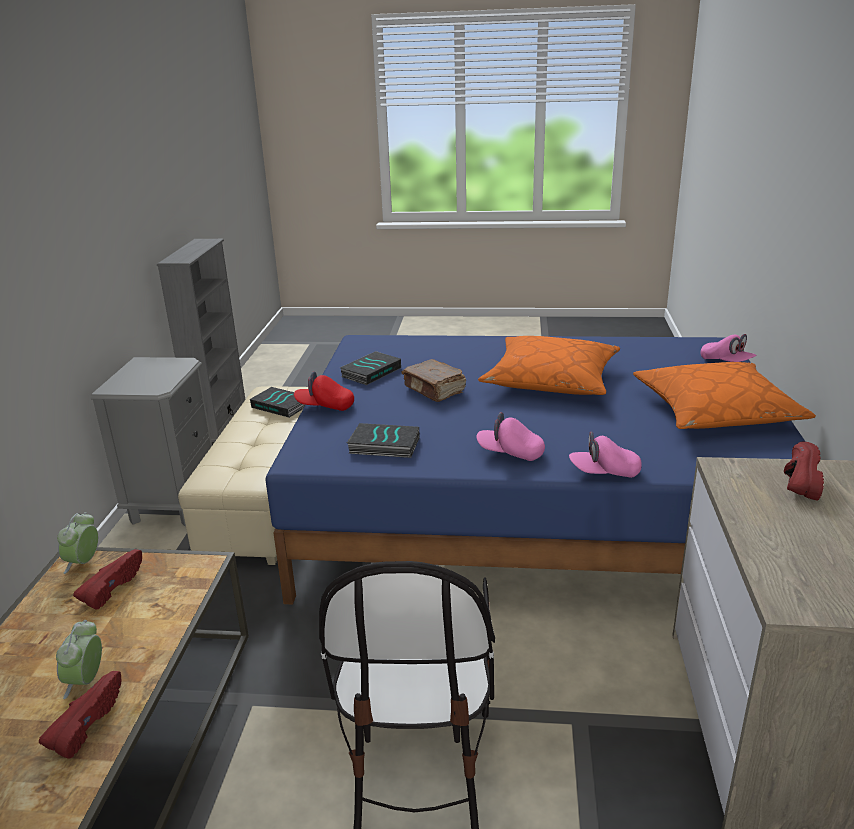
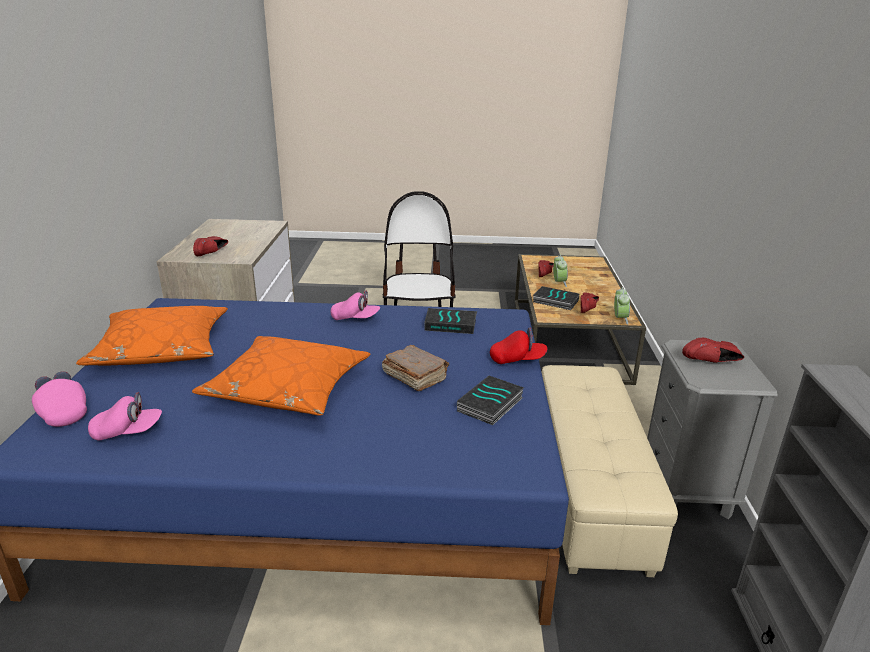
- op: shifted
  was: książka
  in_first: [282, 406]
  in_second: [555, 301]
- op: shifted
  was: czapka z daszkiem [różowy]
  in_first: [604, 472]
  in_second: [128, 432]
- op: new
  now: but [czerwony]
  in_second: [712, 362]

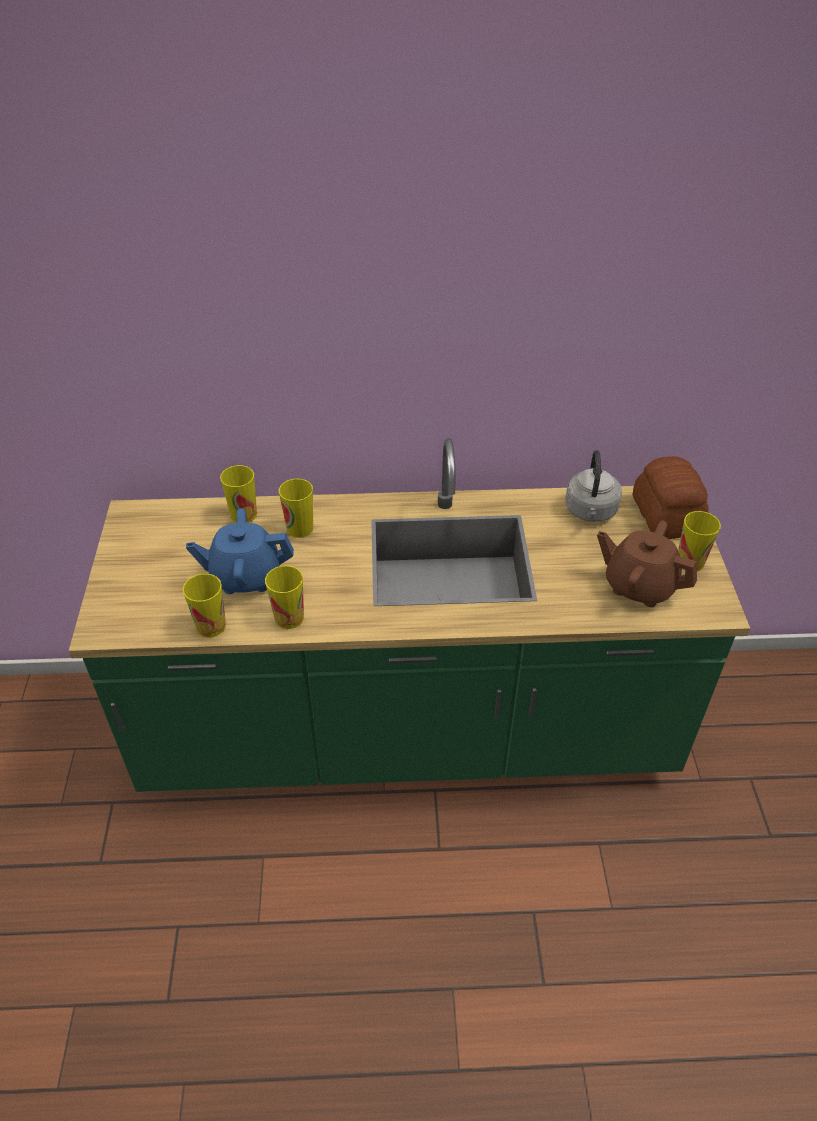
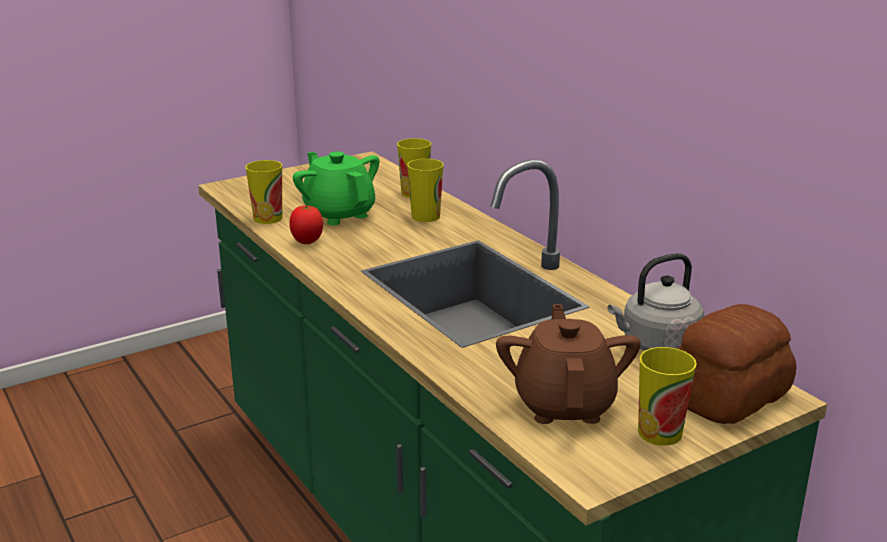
- op: repainted
  was: imbryk [niebieski]
  now: imbryk [zielony]
  in_first: [245, 576]
  in_second: [339, 214]
- op: swapped
  was: filiżanka
  now: pomidor
  in_first: [289, 618]
  in_second: [307, 242]

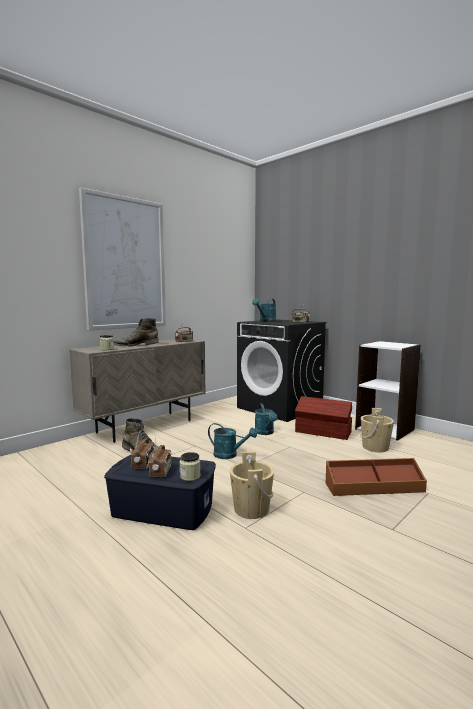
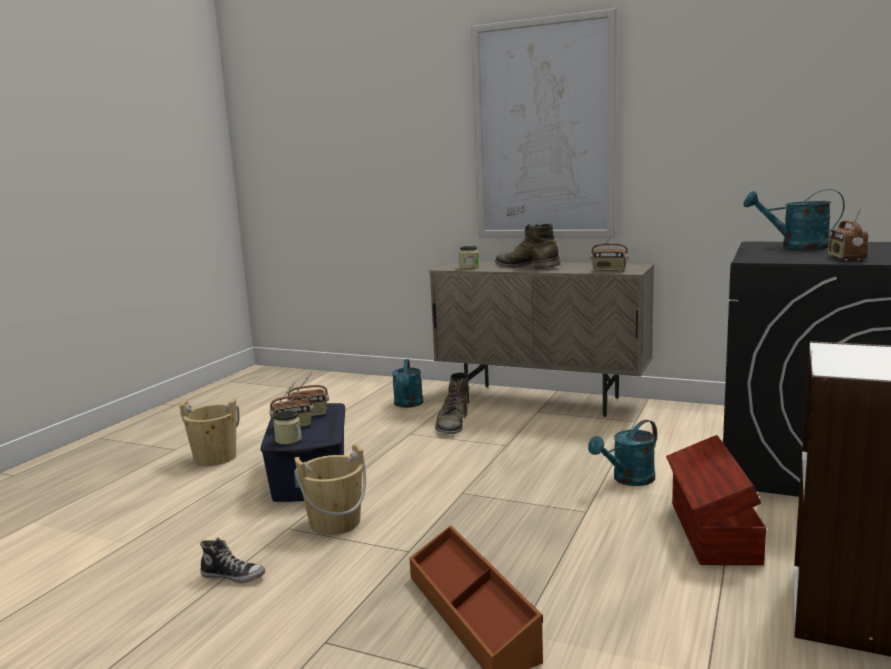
- op: shifted
  was: wiadro [beżowy]
  in_first: [375, 447]
  in_second: [215, 457]
- op: shifted
  was: konewka [turkusowy]
  in_first: [229, 455]
  in_second: [408, 404]
- op: new
  now: but
  in_second: [233, 576]

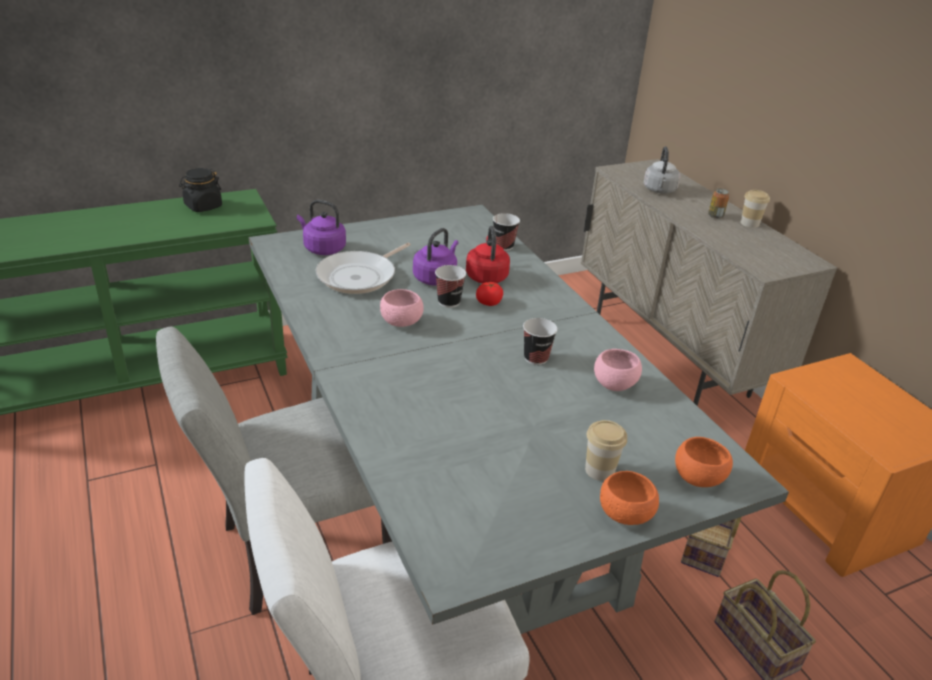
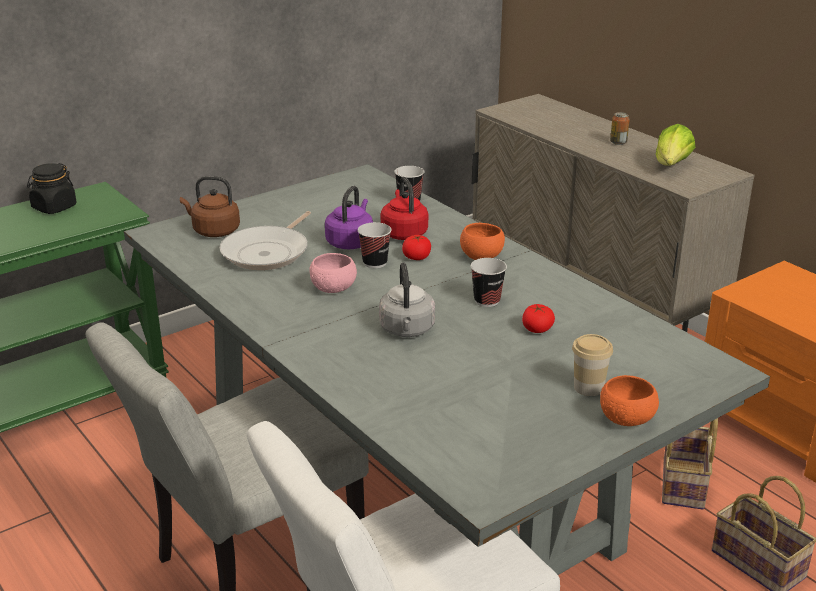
- op: shifted
  was: czajnik [szary]
  in_first: [659, 190]
  in_second: [407, 330]
- op: gone
  was: filiżanka
  in_first: [749, 223]
- op: repainted
  was: czajnik [fioletowy]
  now: czajnik [brązowy]
  in_first: [322, 248]
  in_second: [213, 231]
- op: gone
  was: miska [różowy]
  in_first: [614, 385]
- op: shifted
  was: miska [pomarańczowy]
  in_first: [698, 479]
  in_second: [481, 257]
- op: new
  now: sałata
  in_second: [671, 166]
- op: new
  now: pomidor
  in_second: [537, 329]

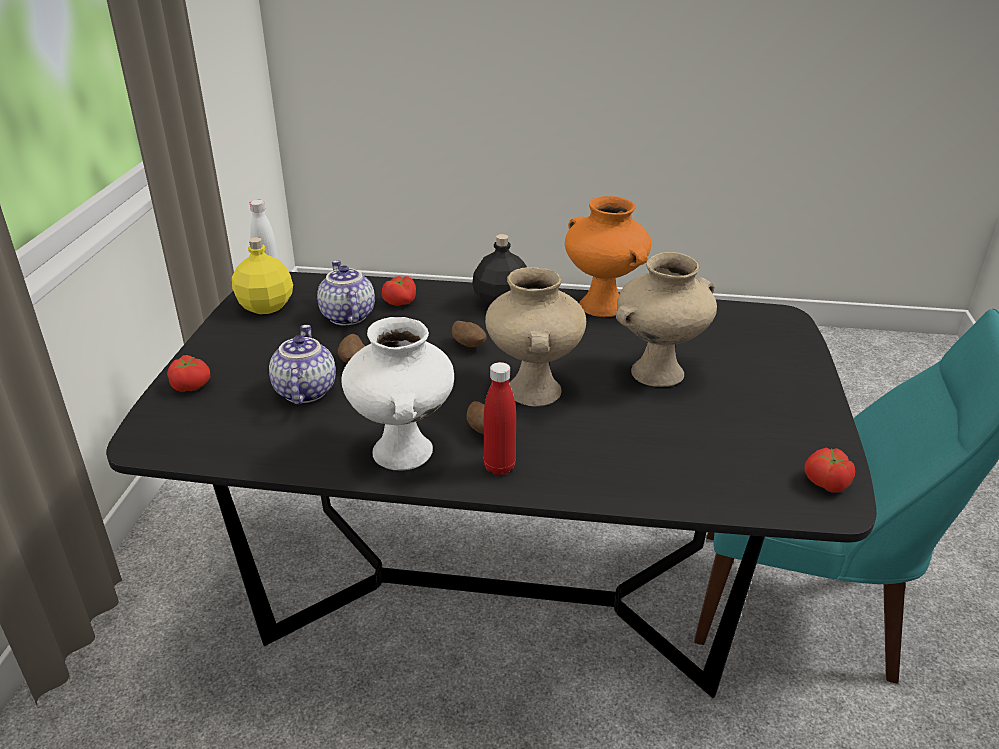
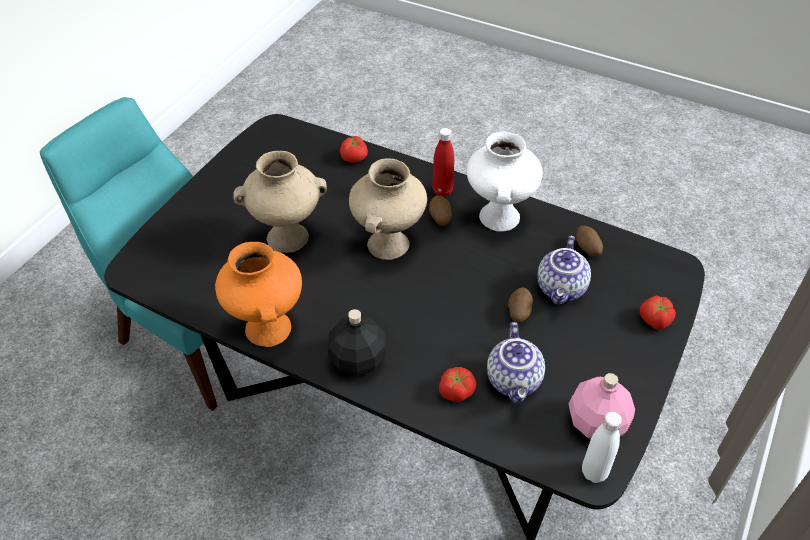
- op: repainted
  was: butelka [żółty]
  now: butelka [różowy]
  in_first: [265, 306]
  in_second: [597, 423]
- op: shifted
  was: ziemniak
  in_first: [469, 346]
  in_second: [587, 249]
- op: shifted
  was: pomidor
  in_first: [826, 482]
  in_second: [354, 157]

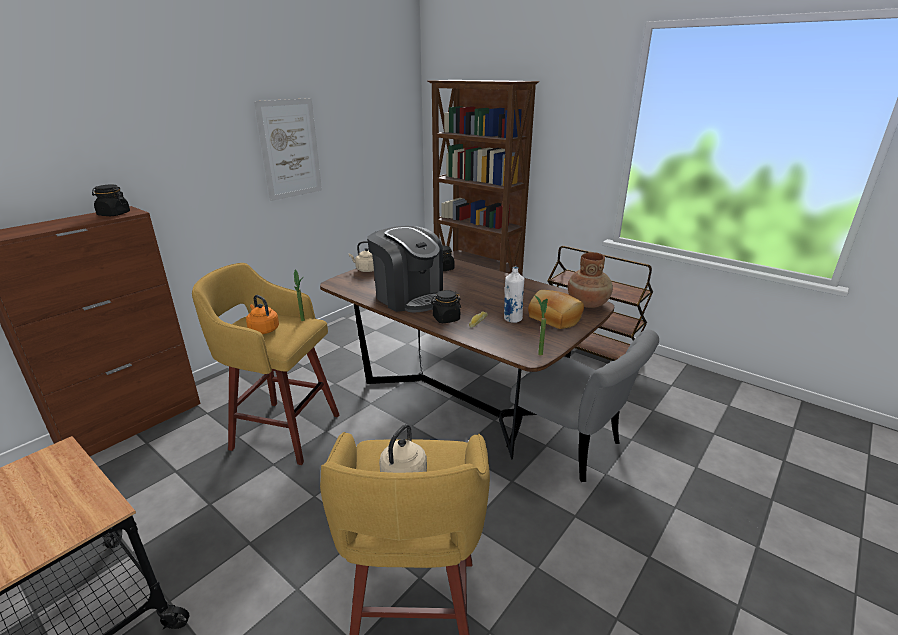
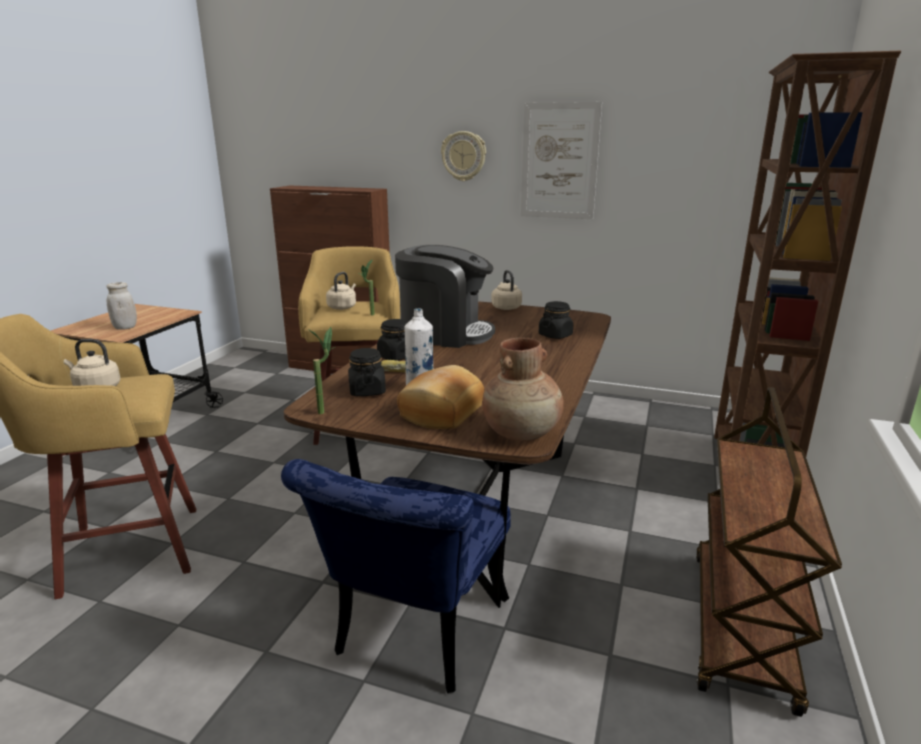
- op: shifted
  was: słoik [czarny]
  in_first: [114, 214]
  in_second: [367, 391]
- op: rotated
  was: ekspres do kawy
  in_first: [408, 297]
  in_second: [444, 333]
  clockwise: -105
- op: repainted
  was: czajnik [pomarańczowy]
  now: czajnik [beżowy]
  in_first: [263, 329]
  in_second: [342, 307]
- op: repainted
  was: krzesło [szary]
  now: krzesło [niebieski]
  in_first: [573, 448]
  in_second: [413, 635]
- op: new
  now: zegar ścienny
  in_second: [463, 156]
- op: new
  now: słoik [biały]
  in_second: [125, 327]

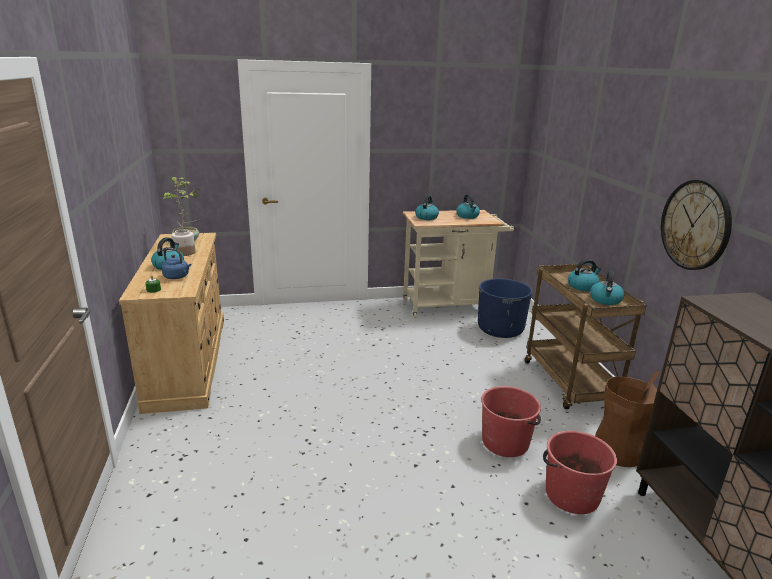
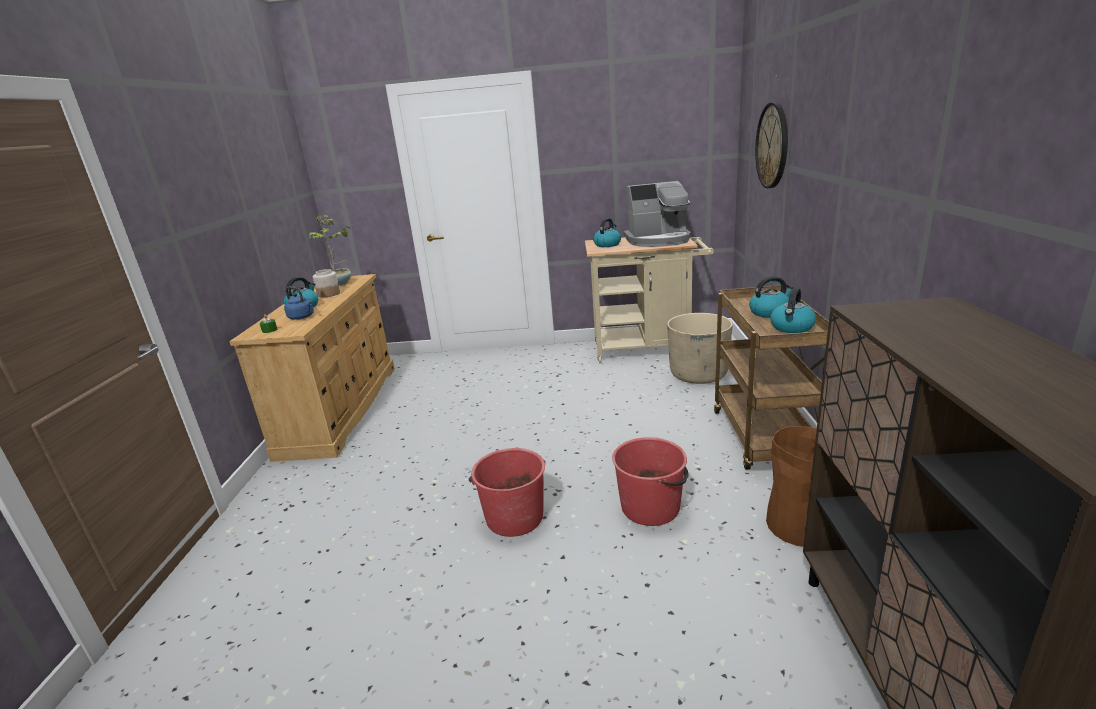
- op: shifted
  was: zegar ścienny
  in_first: [695, 225]
  in_second: [772, 146]
- op: swapped
  was: czajnik
  now: ekspres do kawy
  in_first: [467, 216]
  in_second: [658, 240]
- op: repainted
  was: donica [niebieski]
  now: donica [beżowy]
  in_first: [500, 329]
  in_second: [698, 374]
- op: shifted
  was: wiadro [czerwony]
  in_first: [571, 494]
  in_second: [514, 517]

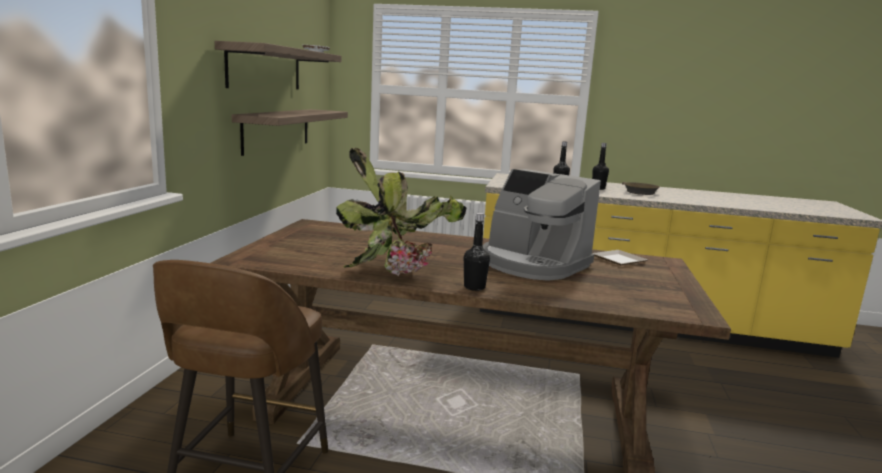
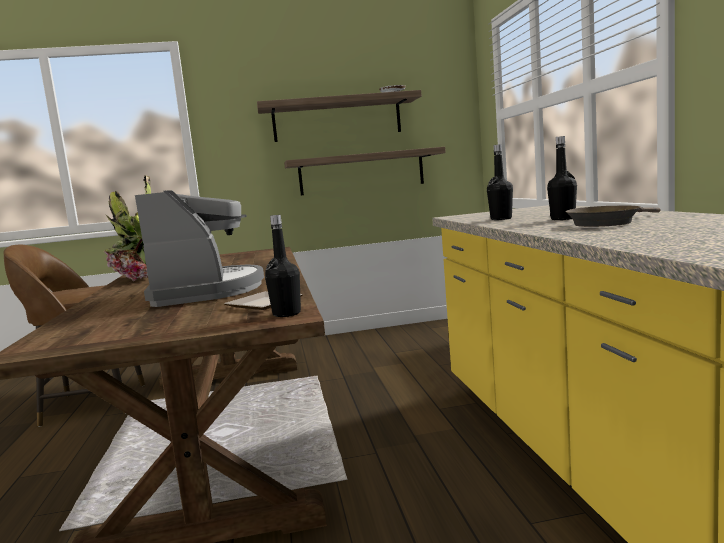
- op: rotated
  was: ekspres do kawy
  in_first: [532, 264]
  in_second: [206, 291]
  clockwise: 150
- op: shifted
  was: butelka [czarny]
  in_first: [474, 287]
  in_second: [286, 314]

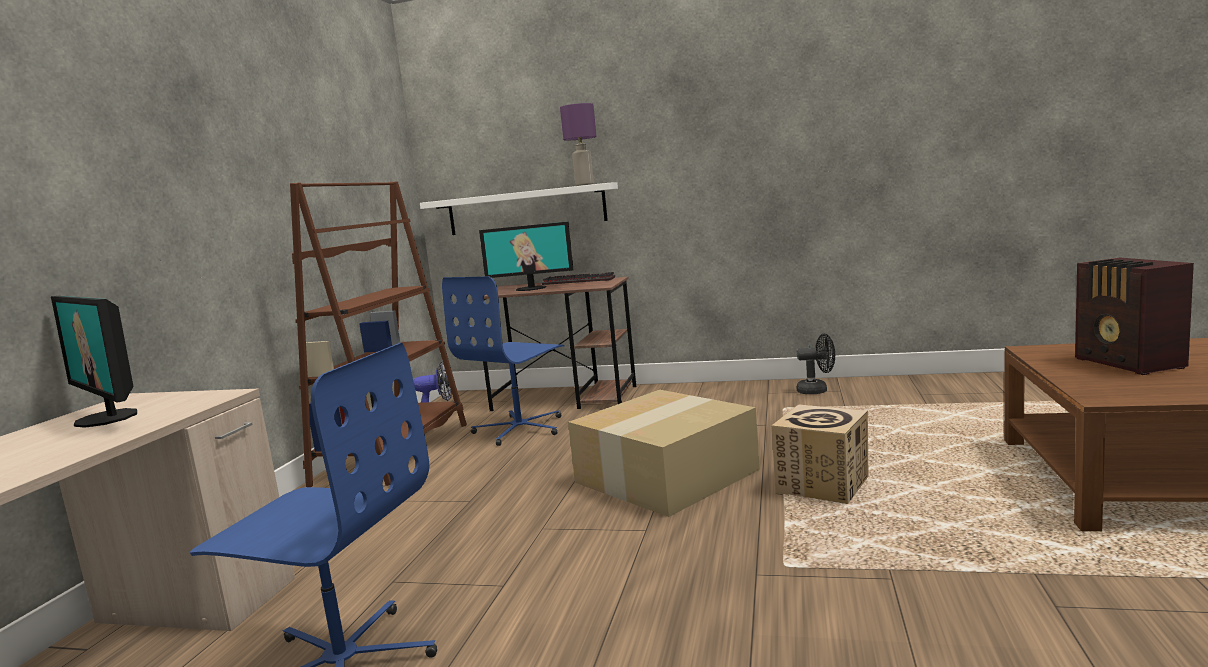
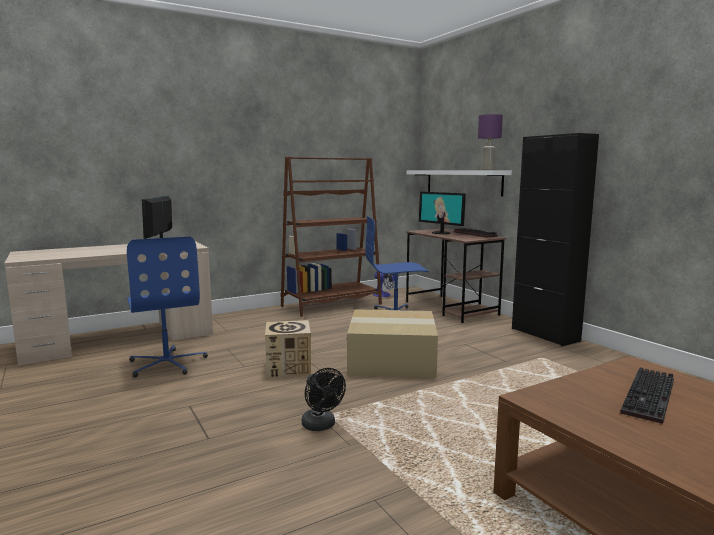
- op: swapped
  was: radio
  now: klawiatura
  in_first: [1129, 364]
  in_second: [651, 398]
- op: shifted
  was: wentylator [czarny]
  in_first: [817, 390]
  in_second: [321, 426]
- op: shifted
  was: karton
  in_first: [823, 485]
  in_second: [288, 368]
- op: new
  now: szafka [czarny]
  in_second: [545, 335]

